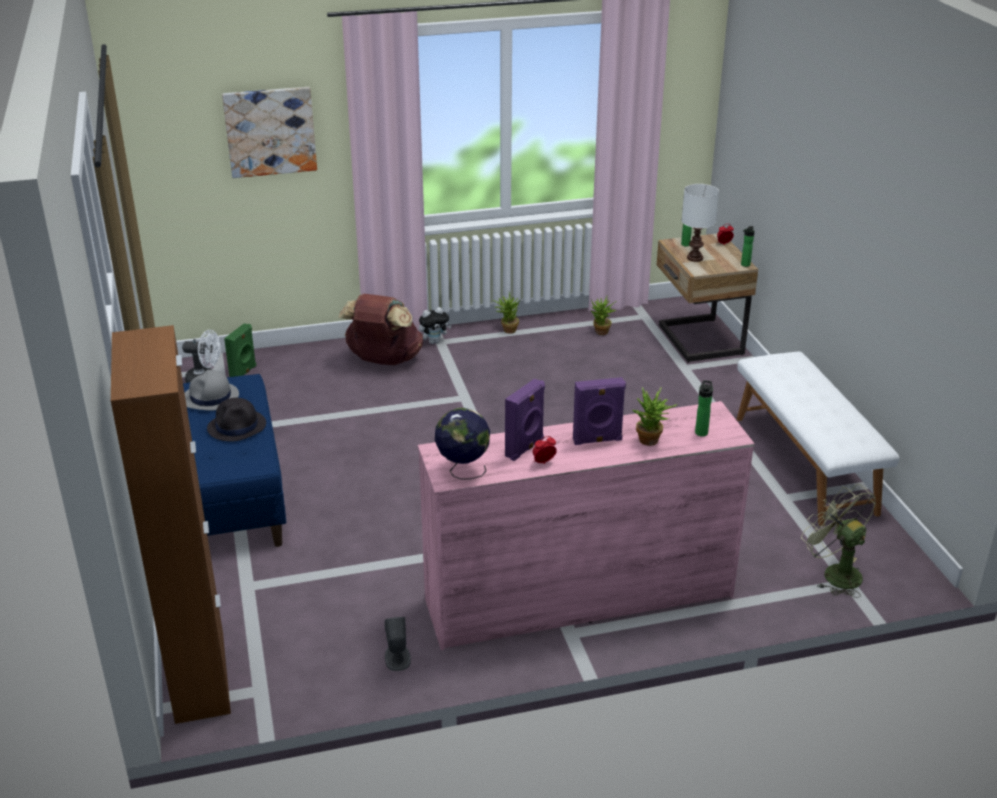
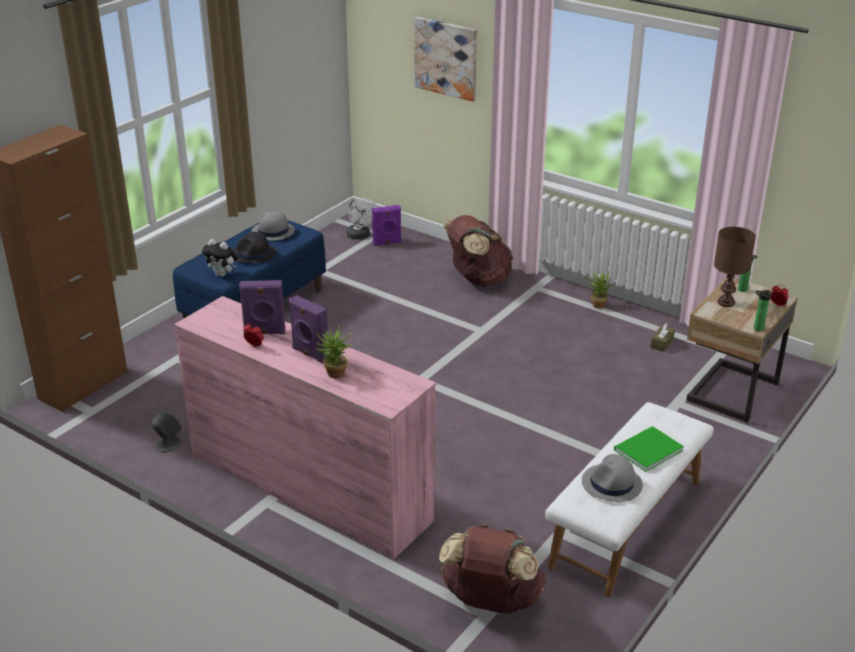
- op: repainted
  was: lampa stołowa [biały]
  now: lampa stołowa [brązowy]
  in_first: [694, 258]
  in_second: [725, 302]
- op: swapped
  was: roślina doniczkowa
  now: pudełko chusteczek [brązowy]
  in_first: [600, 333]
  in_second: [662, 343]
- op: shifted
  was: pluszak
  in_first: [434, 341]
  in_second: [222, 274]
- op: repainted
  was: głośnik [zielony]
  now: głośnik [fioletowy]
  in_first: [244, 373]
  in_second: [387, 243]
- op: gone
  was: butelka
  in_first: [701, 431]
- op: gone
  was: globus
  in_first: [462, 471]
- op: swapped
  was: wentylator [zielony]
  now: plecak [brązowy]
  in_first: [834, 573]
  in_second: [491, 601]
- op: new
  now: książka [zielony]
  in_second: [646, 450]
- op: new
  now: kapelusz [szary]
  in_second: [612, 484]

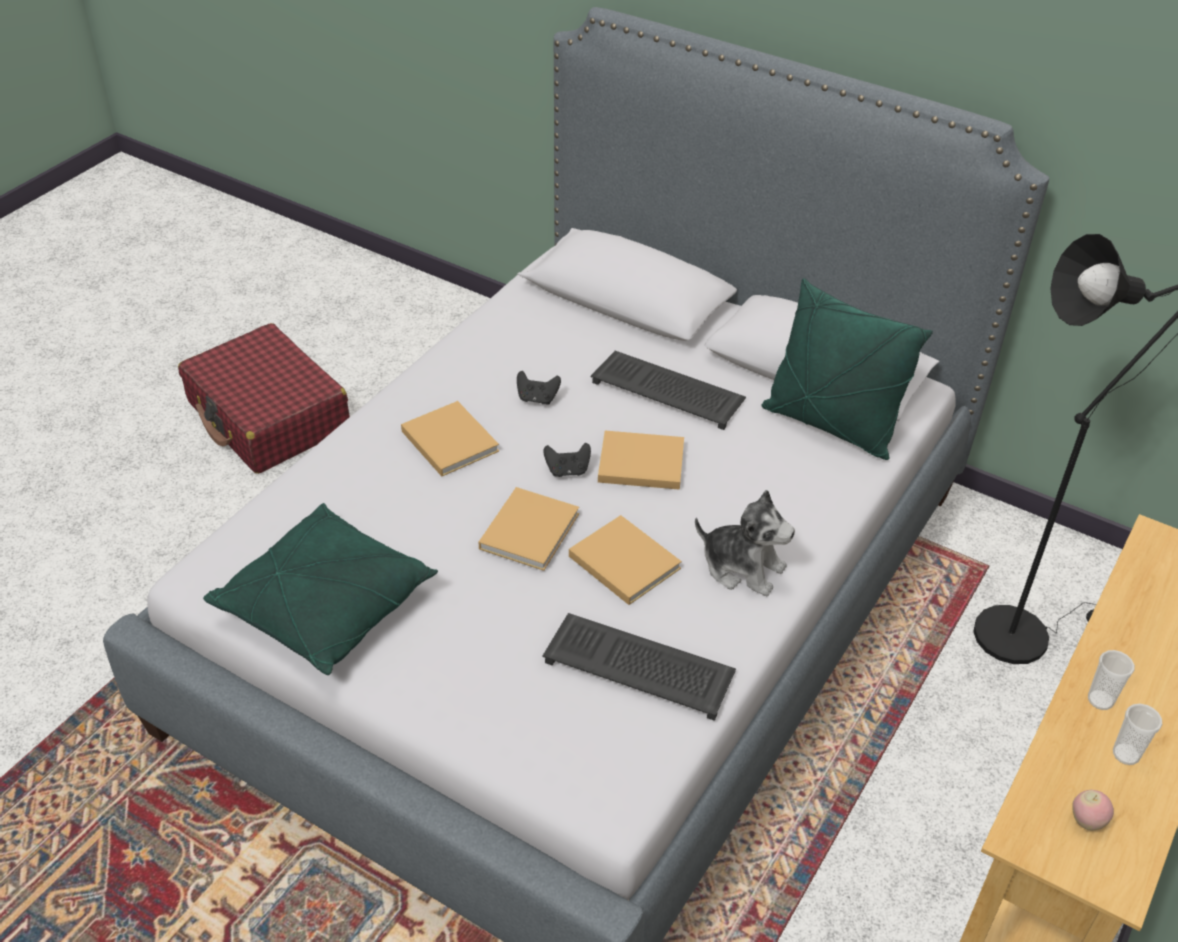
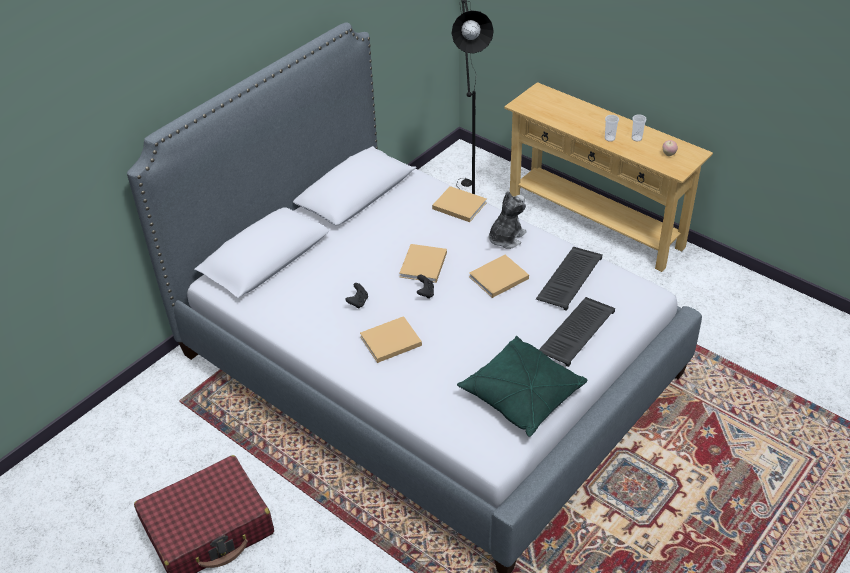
- op: gone
  was: poduszka [zielony]
  in_first: [831, 425]
- op: shifted
  was: klawiatura
  in_first: [669, 391]
  in_second: [576, 331]
- op: shifted
  was: książka [beżowy]
  in_first: [531, 529]
  in_second: [458, 205]

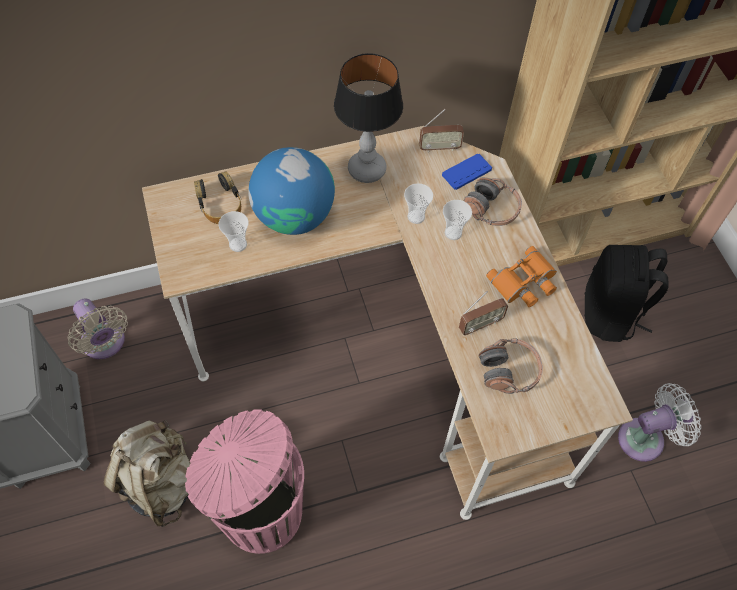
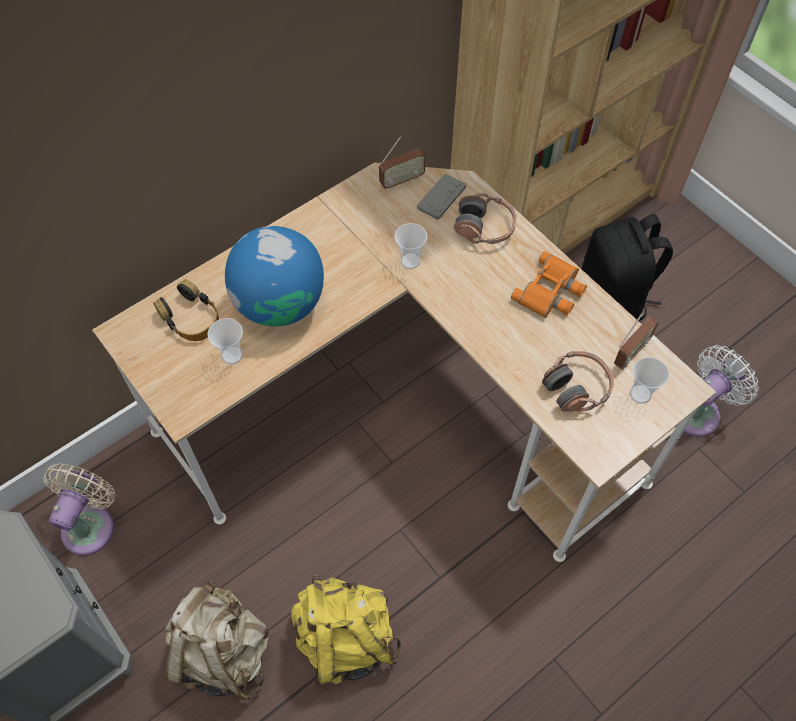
- op: gone
  was: lampa stołowa
  in_first: [367, 169]
- op: repainted
  was: pad do gier [niebieski]
  now: pad do gier [szary]
  in_first: [466, 172]
  in_second: [441, 197]
- op: shifted
  was: filiżanka
  in_first: [453, 233]
  in_second: [640, 394]
- op: shifted
  was: radio
  in_first: [480, 325]
  in_second: [631, 353]
- op: rotated
  was: wentylator [beżowy]
  in_first: [105, 344]
  in_second: [91, 524]
  clockwise: -105
- op: swapped
  was: kosz na śmieci [różowy]
  now: plecak [żółty]
  in_first: [259, 511]
  in_second: [345, 639]

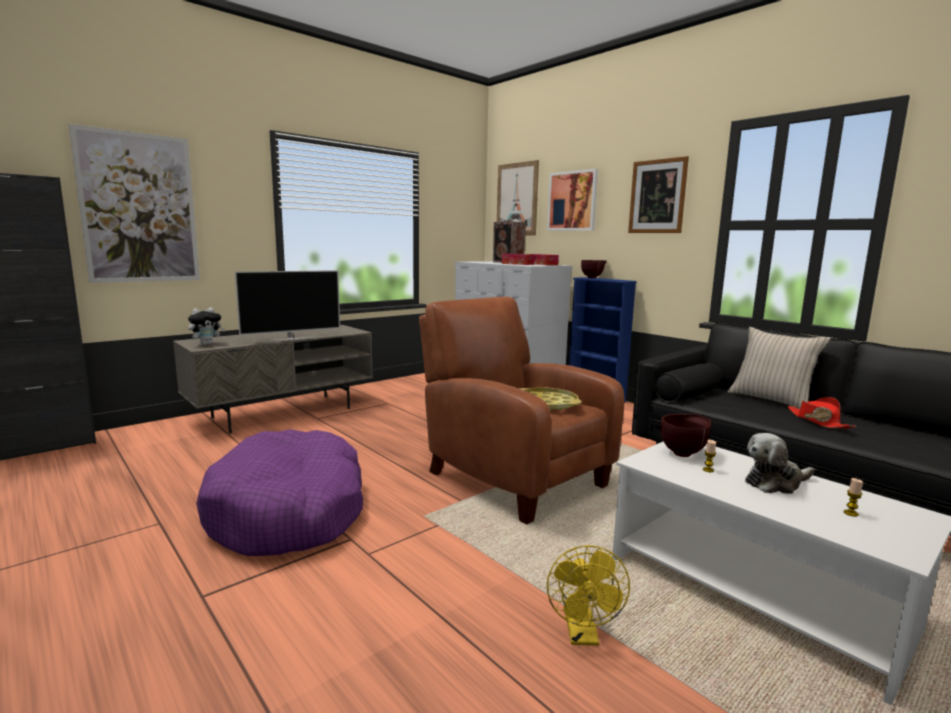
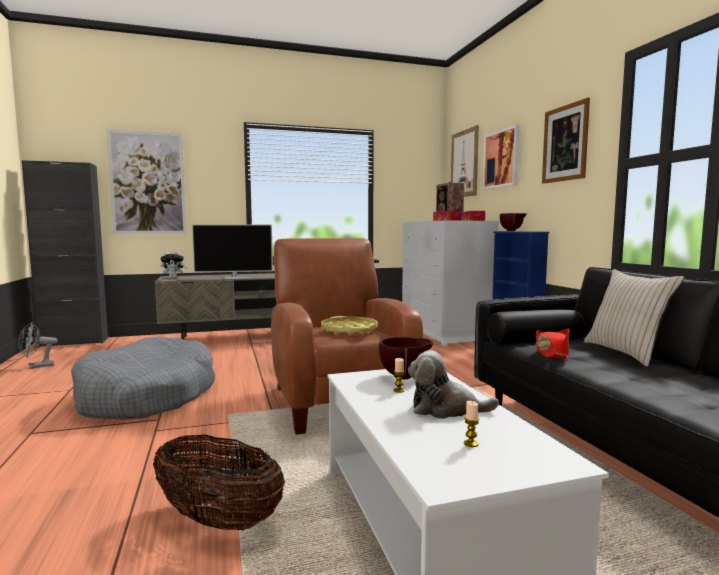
- op: shifted
  was: kapelusz [czerwony]
  in_first: [818, 421]
  in_second: [551, 352]
- op: repainted
  was: legowisko [fioletowy]
  now: legowisko [szary]
  in_first: [289, 511]
  in_second: [147, 396]
- op: swapped
  was: wentylator [żółty]
  now: koszyk
  in_first: [583, 635]
  in_second: [218, 520]
- op: new
  now: wentylator [szary]
  in_second: [37, 366]

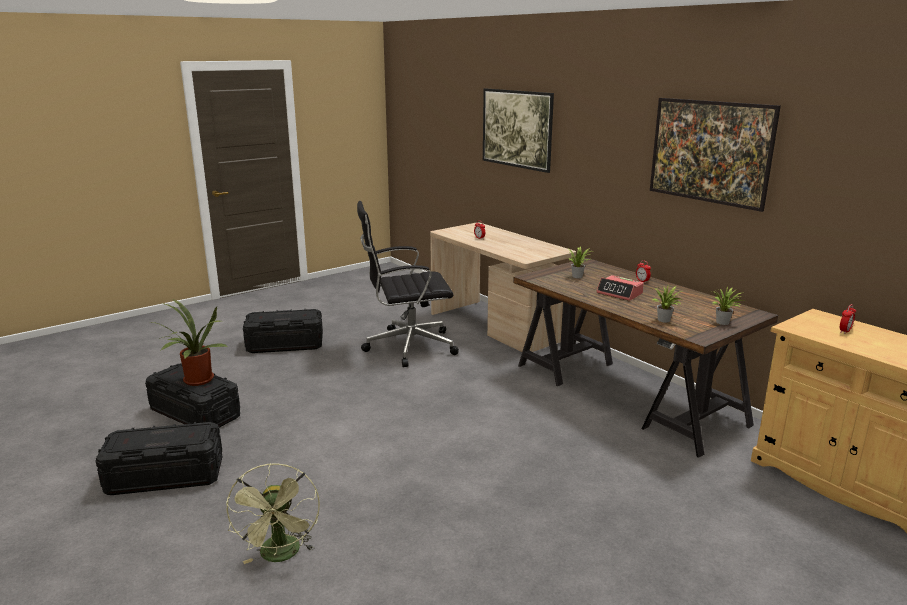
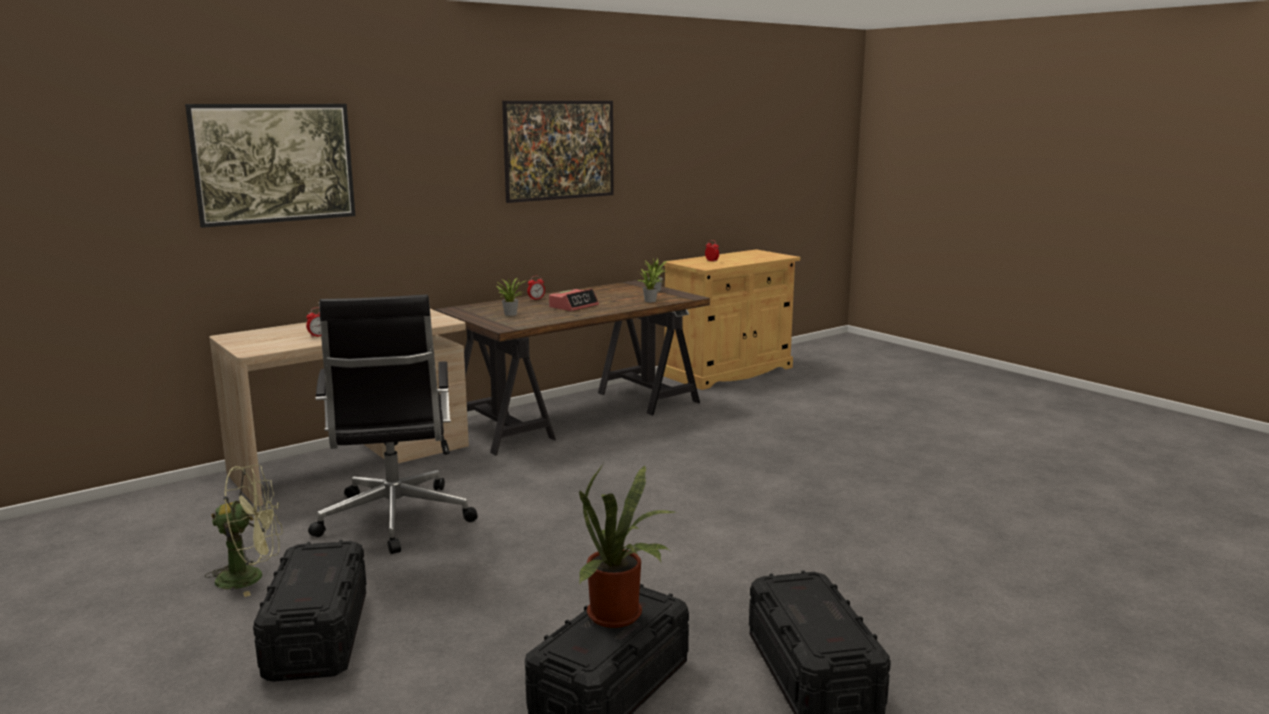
- op: shifted
  was: wentylator [zielony]
  in_first: [281, 556]
  in_second: [251, 577]

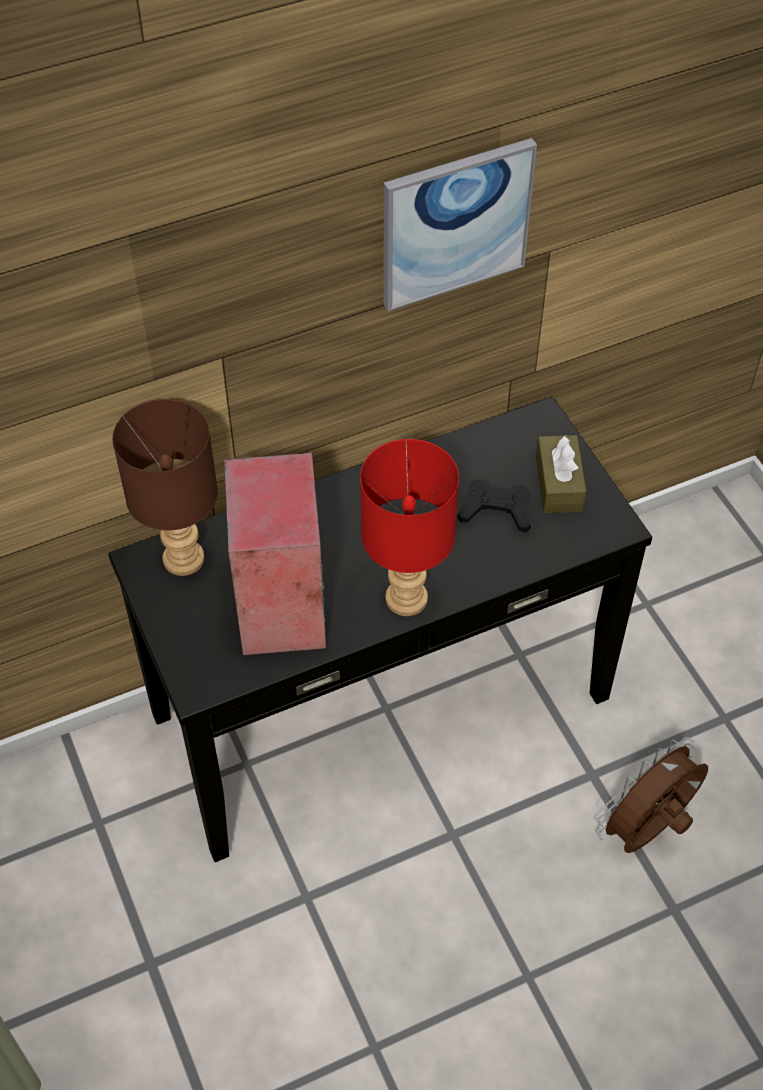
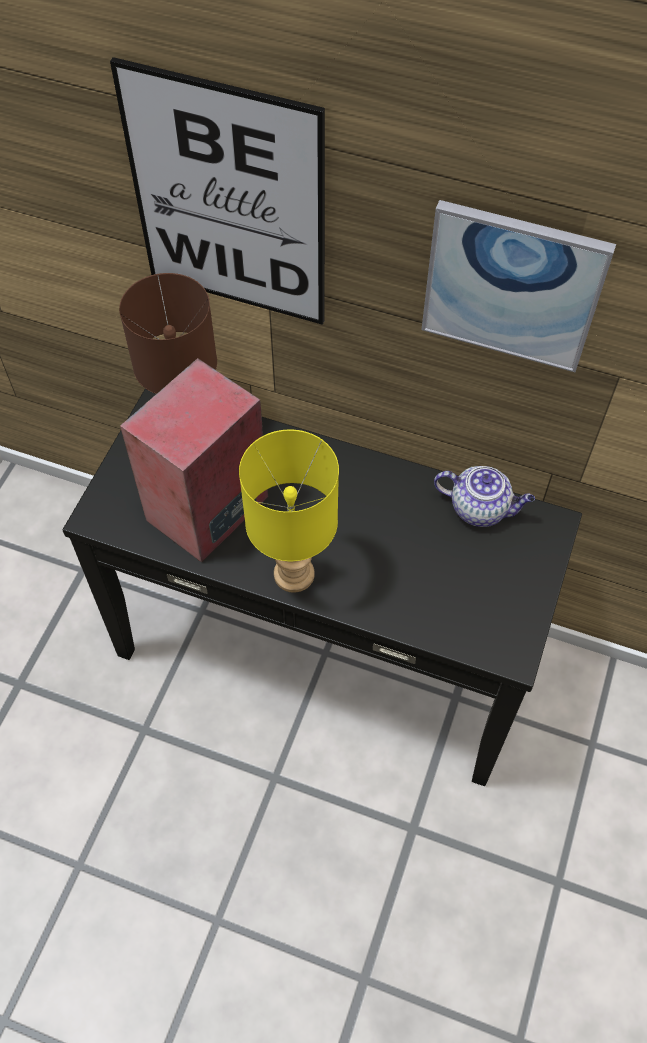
- op: gone
  was: pudełko chusteczek [brązowy]
  in_first: [558, 484]
- op: repainted
  was: lampa stołowa [czerwony]
  now: lampa stołowa [żółty]
  in_first: [405, 600]
  in_second: [292, 575]
- op: gone
  was: pad do gier [czarny]
  in_first: [496, 510]
- op: gone
  was: wentylator [brązowy]
  in_first: [647, 830]
- op: new
  now: obraz
  in_second: [228, 201]
- op: new
  now: imbryk
  in_second: [480, 508]

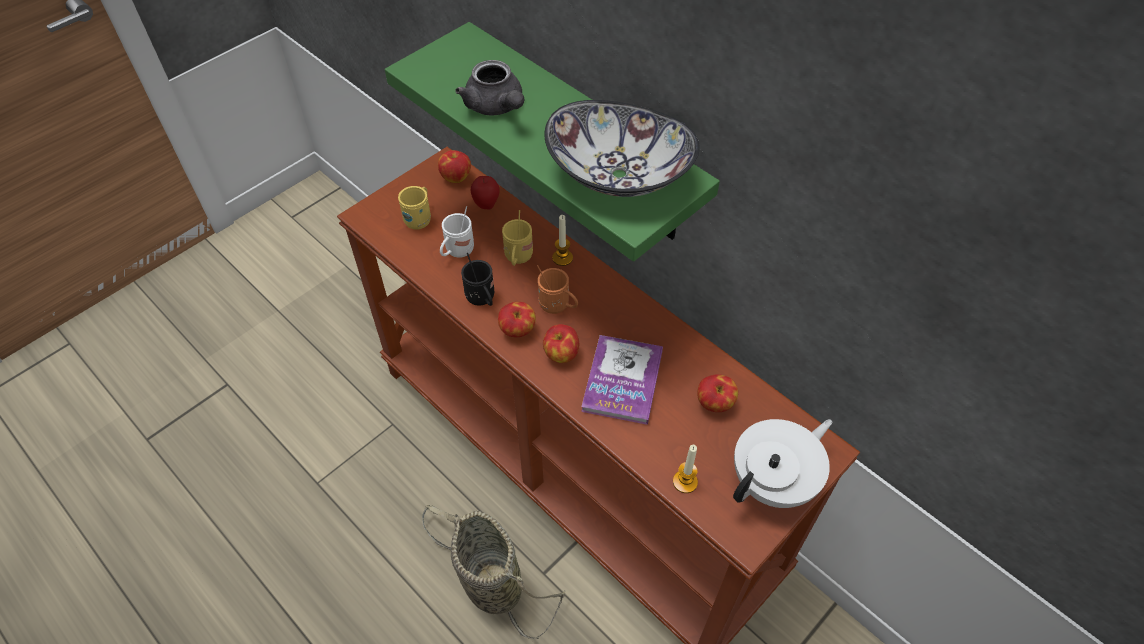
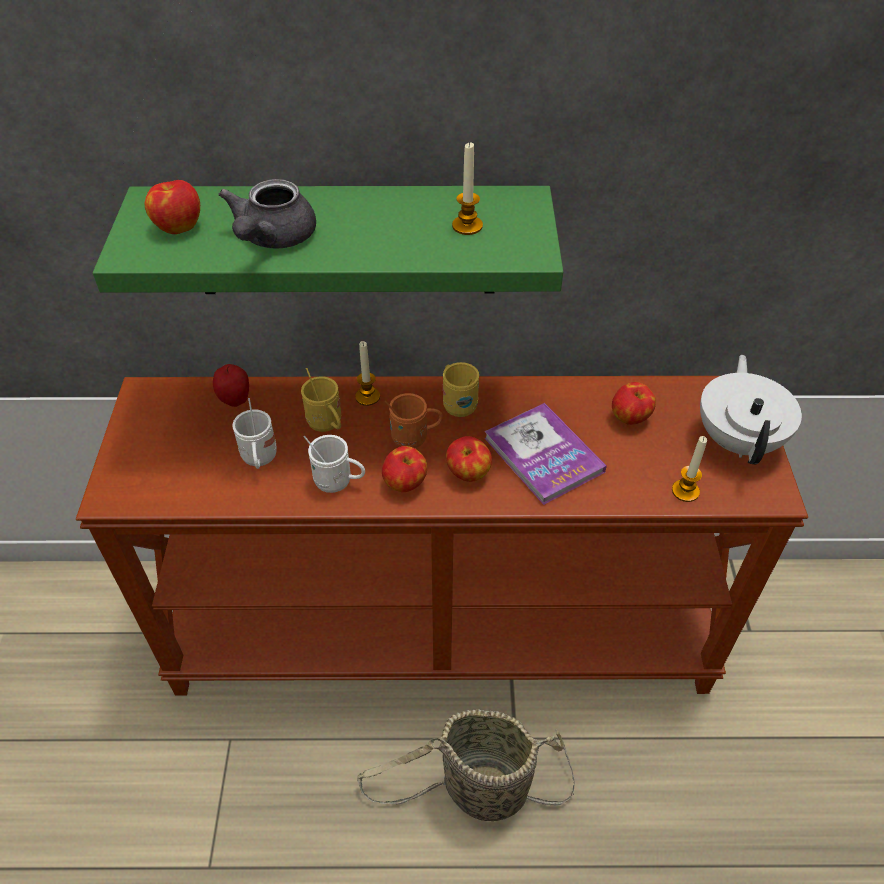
- op: rotated
  was: imbryk [szary]
  in_first: [496, 107]
  in_second: [272, 239]
  clockwise: 90
- op: swapped
  was: miska
  now: świeca
  in_first: [619, 174]
  in_second: [467, 226]
- op: shifted
  was: jabłko
  in_first: [456, 177]
  in_second: [178, 227]
- op: shifted
  was: kubek [żółty]
  in_first: [420, 218]
  in_second: [457, 403]
- op: repainted
  was: kubek [czarny]
  now: kubek [biały]
  in_first: [482, 300]
  in_second: [338, 482]

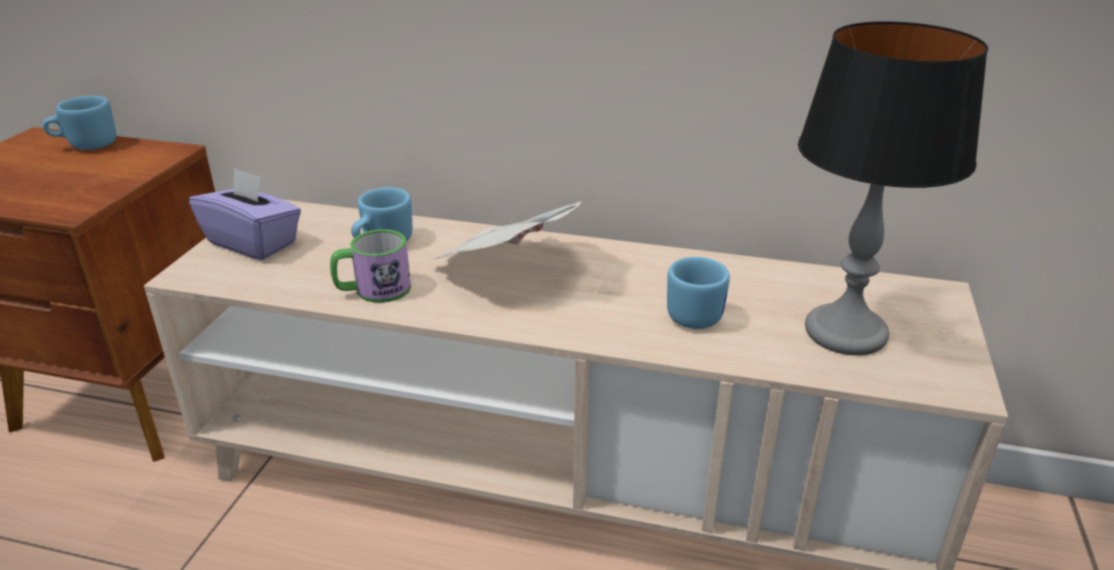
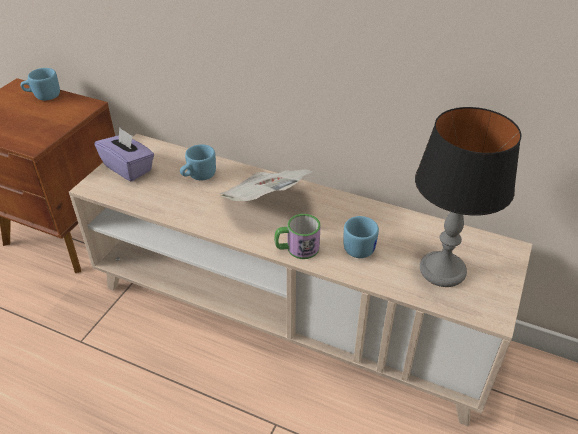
- op: shifted
  was: kubek
  in_first: [373, 290]
  in_second: [297, 248]

